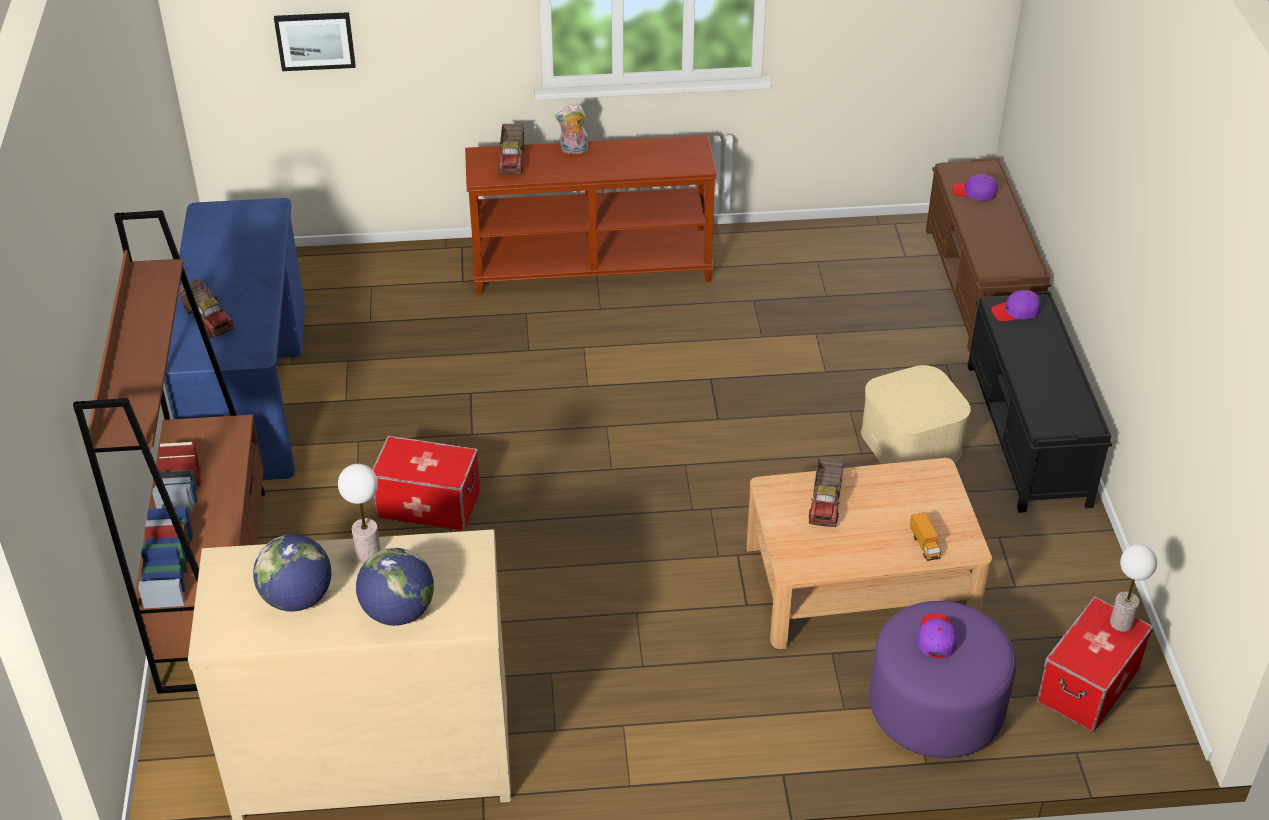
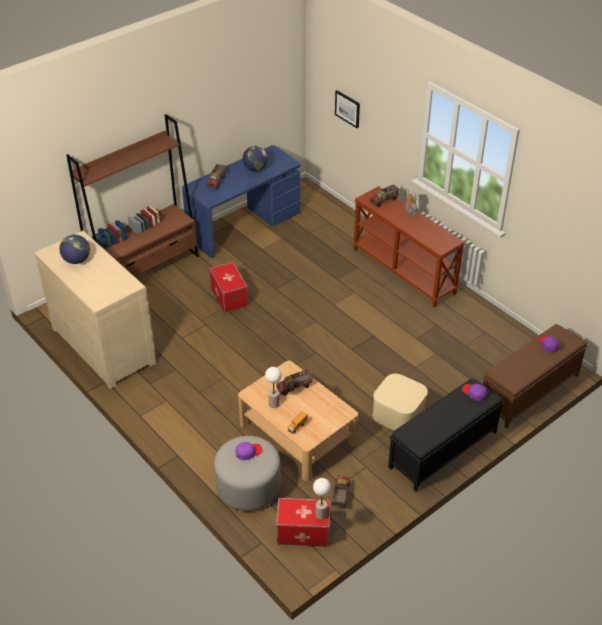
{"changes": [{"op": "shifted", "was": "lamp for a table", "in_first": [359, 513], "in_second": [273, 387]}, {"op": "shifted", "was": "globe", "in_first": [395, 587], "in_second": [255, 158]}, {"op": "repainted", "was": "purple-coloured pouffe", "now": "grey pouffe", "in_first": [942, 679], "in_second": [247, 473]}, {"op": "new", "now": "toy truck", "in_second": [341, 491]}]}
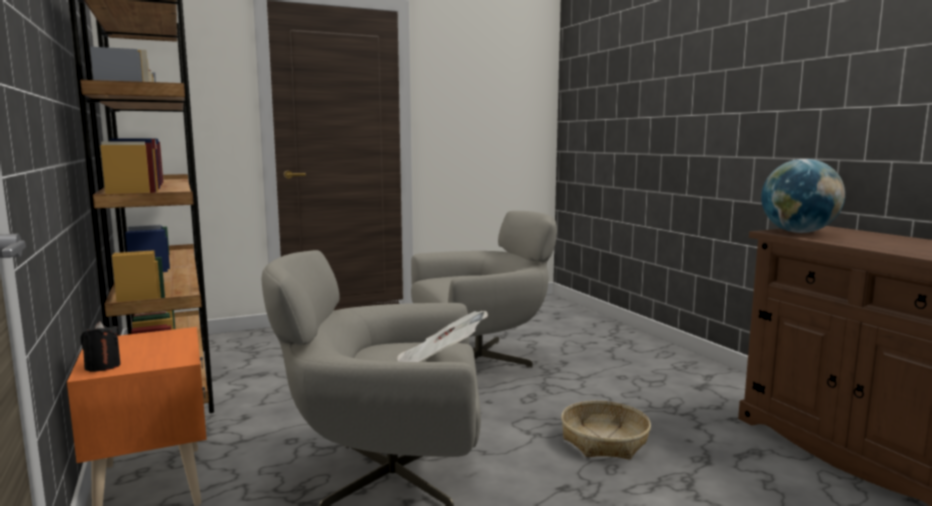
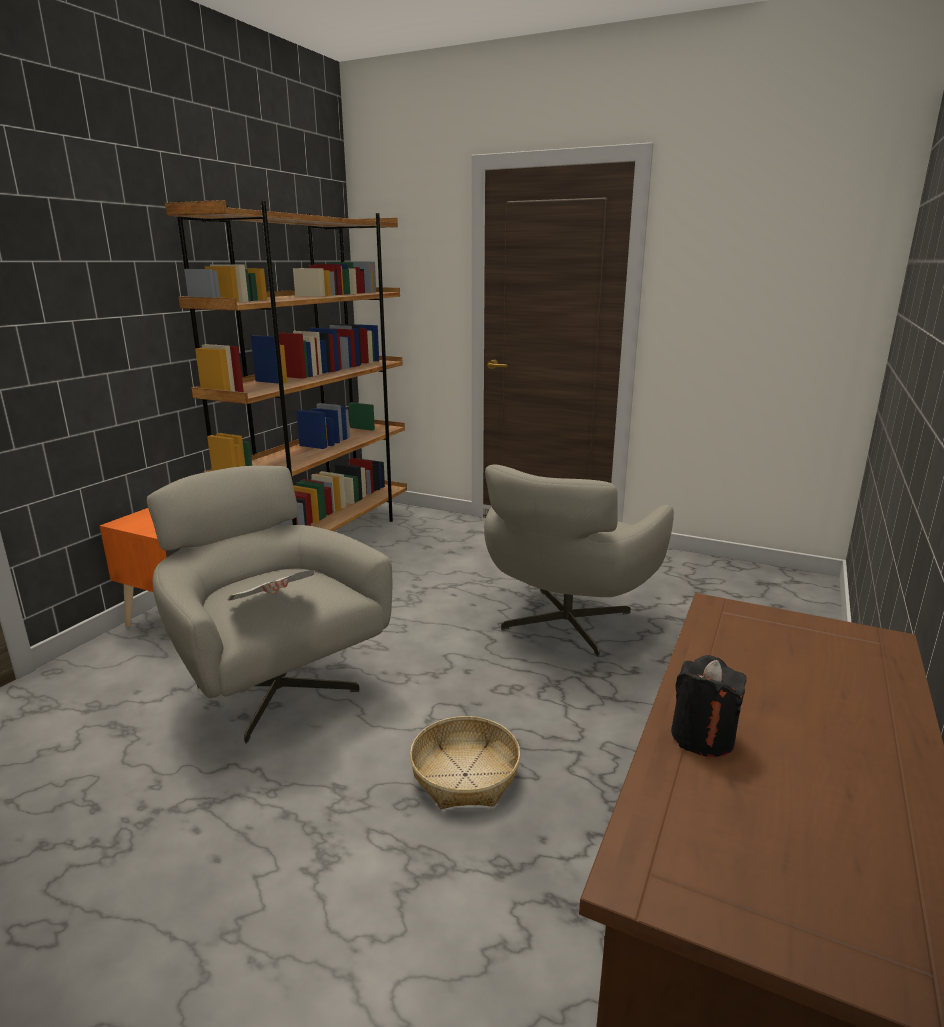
{"changes": [{"op": "shifted", "was": "black-coloured wax candle", "in_first": [100, 347], "in_second": [709, 706]}, {"op": "rotated", "was": "grey easy chair", "in_first": [484, 289], "in_second": [579, 561], "clockwise": 90}, {"op": "gone", "was": "globe", "in_first": [803, 196]}]}
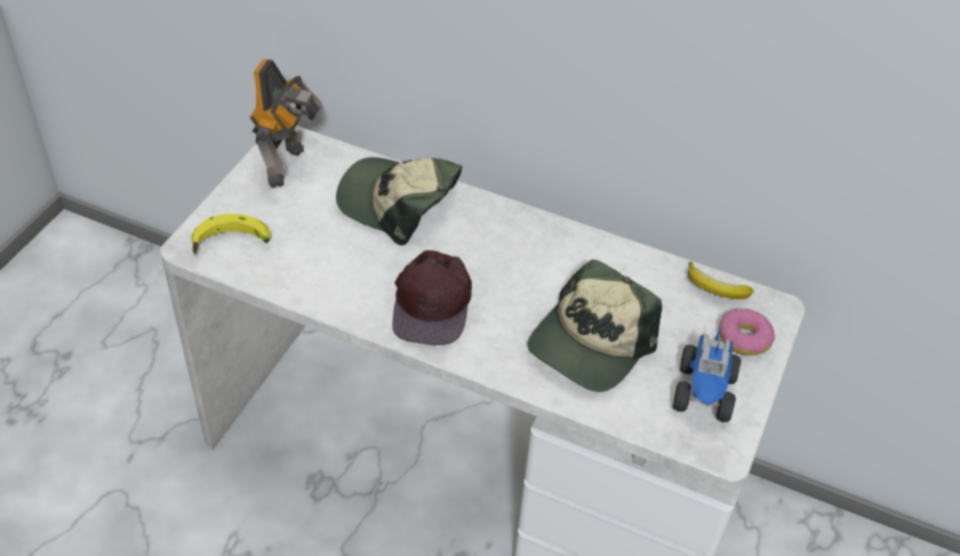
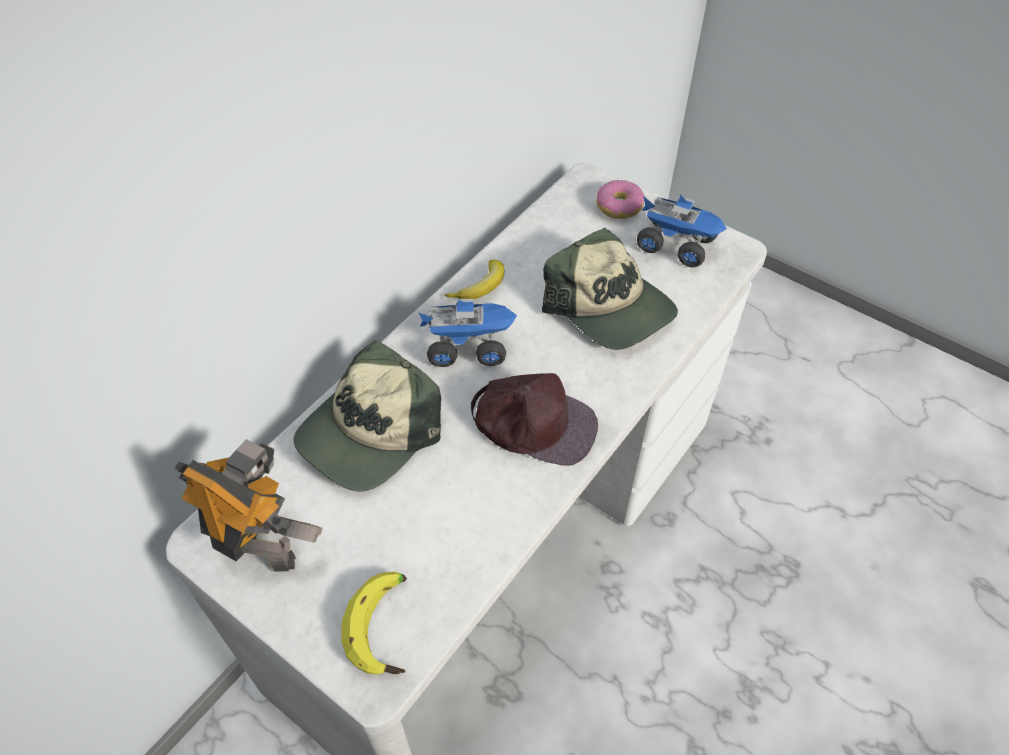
{"changes": [{"op": "shifted", "was": "whole banana", "in_first": [721, 280], "in_second": [474, 279]}, {"op": "new", "now": "toy truck", "in_second": [468, 333]}]}
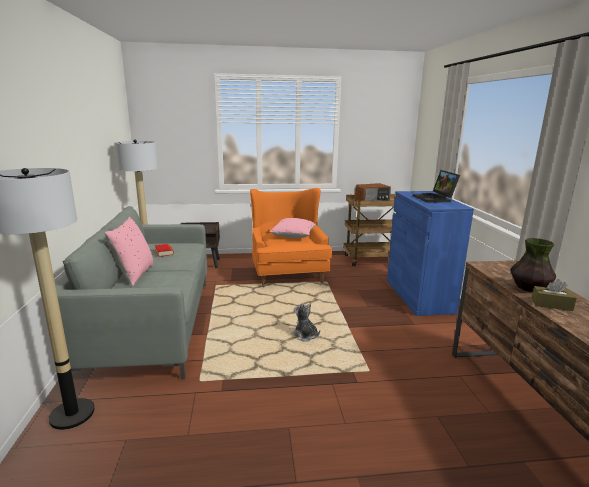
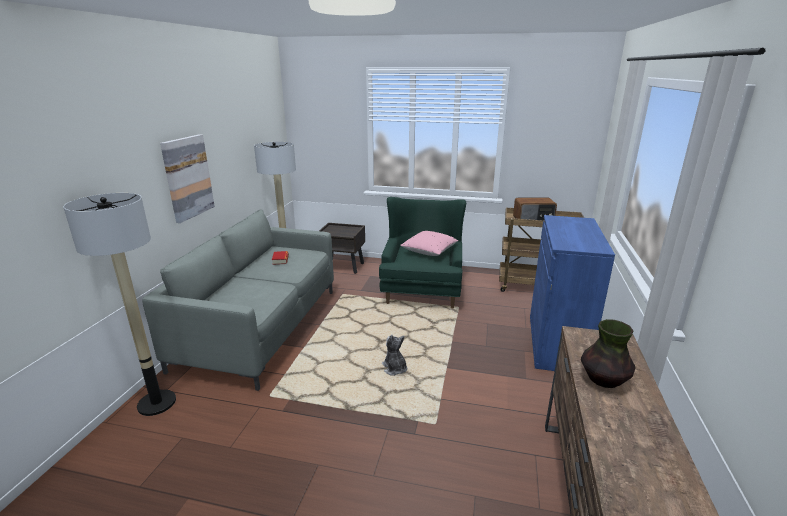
{"changes": [{"op": "gone", "was": "pink throw pillow", "in_first": [128, 251]}, {"op": "repainted", "was": "orange-coloured easy chair", "now": "greenish easy chair", "in_first": [291, 237], "in_second": [422, 252]}, {"op": "gone", "was": "notebook computer", "in_first": [436, 186]}, {"op": "gone", "was": "brown tissue box", "in_first": [554, 295]}, {"op": "new", "now": "picture", "in_second": [187, 178]}]}
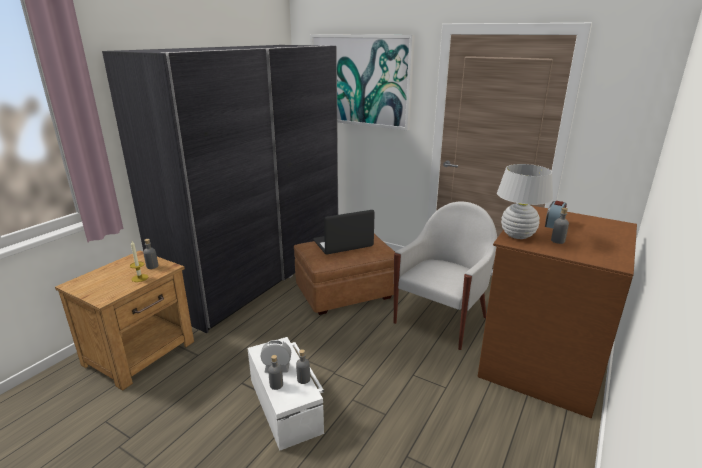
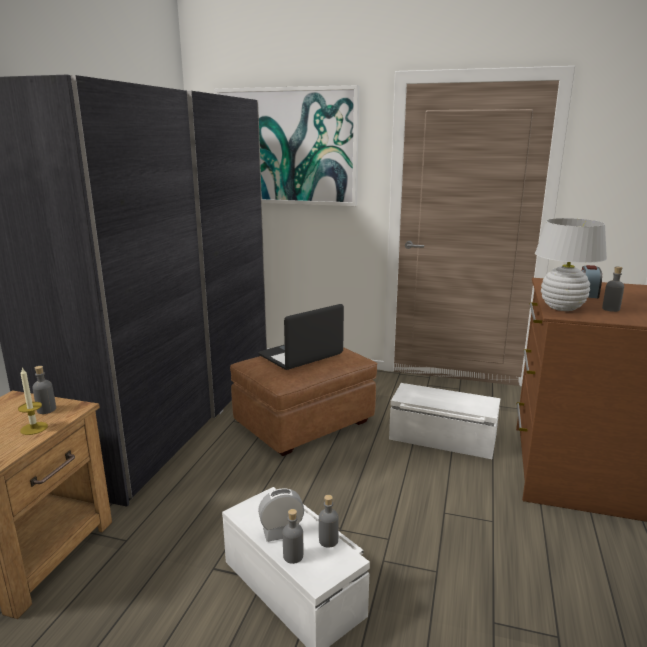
{"changes": [{"op": "swapped", "was": "white-coloured easy chair", "now": "white-coloured storage bin", "in_first": [445, 276], "in_second": [445, 421]}]}
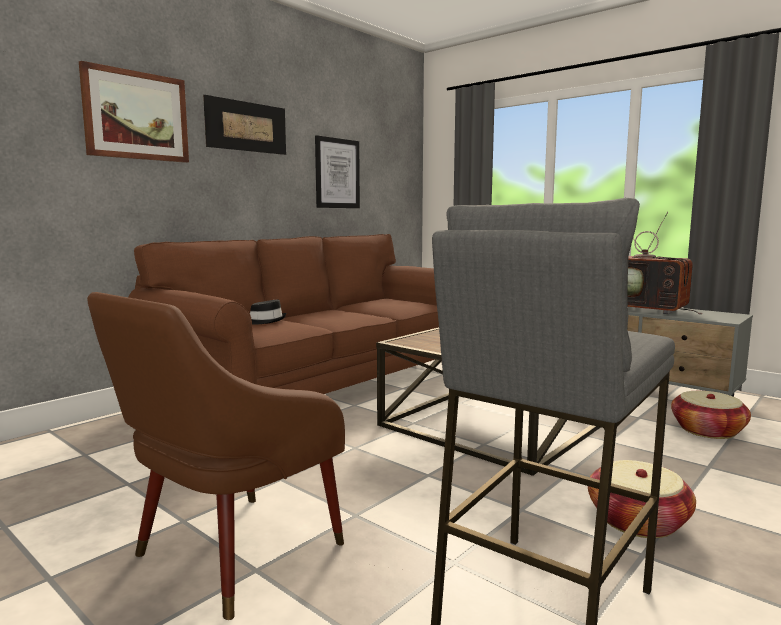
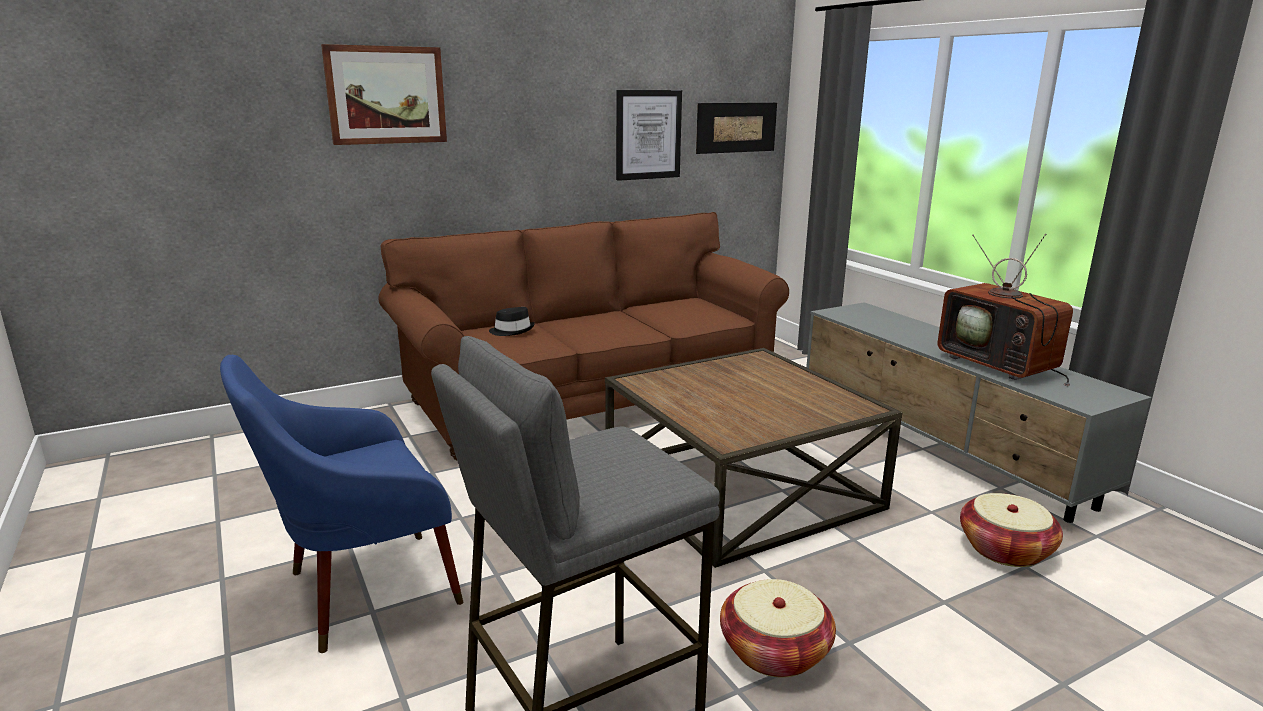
{"changes": [{"op": "repainted", "was": "brown easy chair", "now": "bluish easy chair", "in_first": [216, 456], "in_second": [341, 504]}, {"op": "shifted", "was": "picture", "in_first": [244, 125], "in_second": [736, 128]}]}
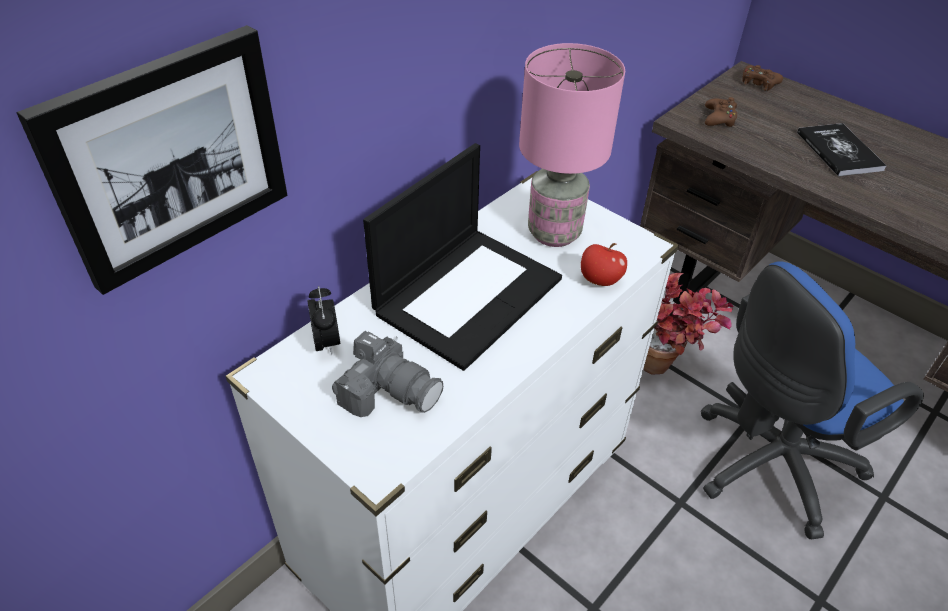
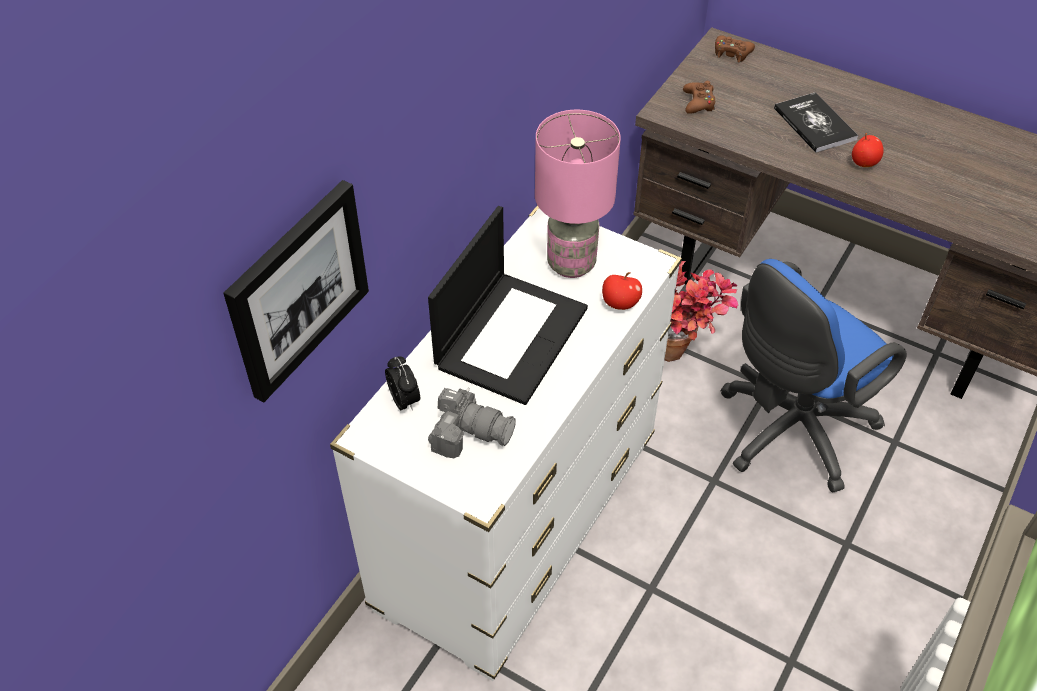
{"changes": [{"op": "new", "now": "whole apple", "in_second": [868, 150]}]}
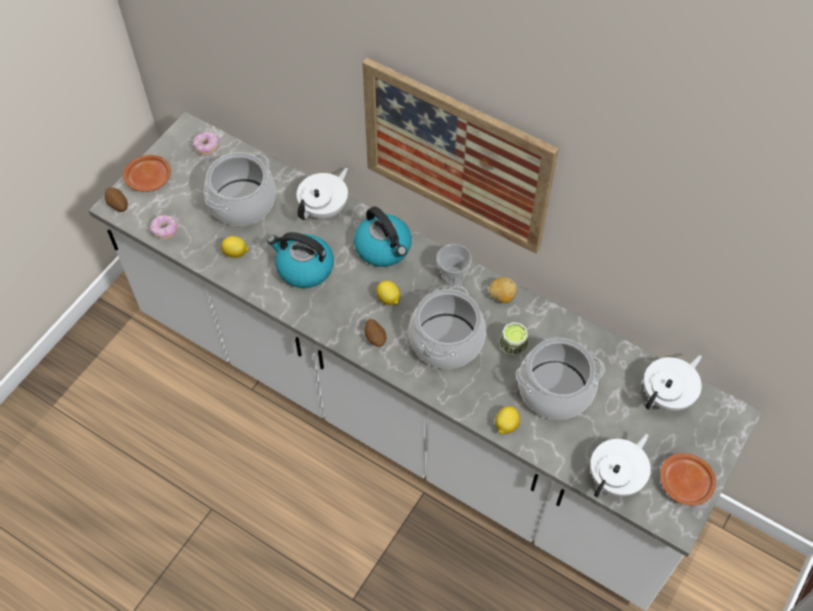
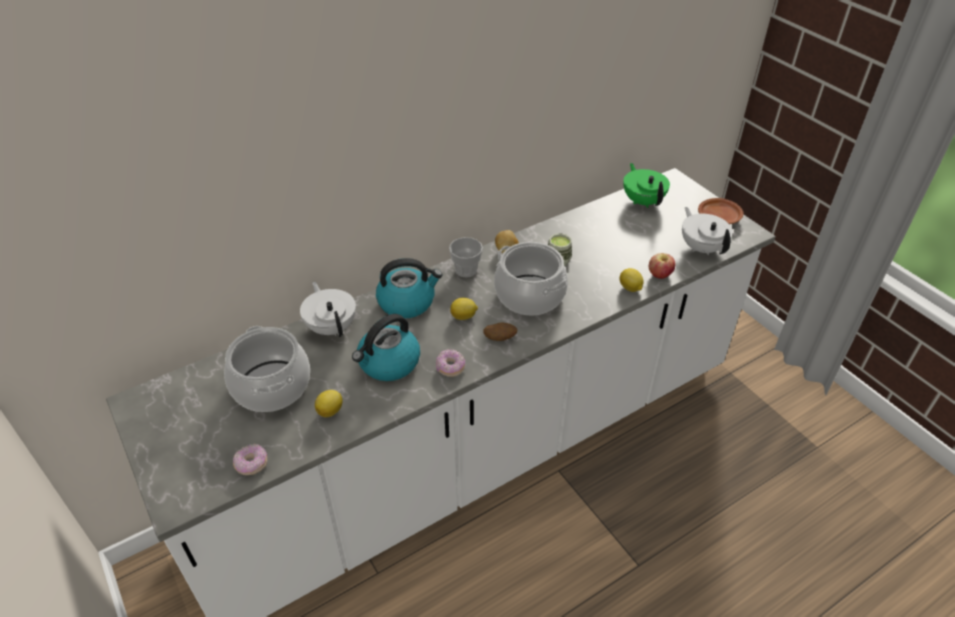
{"changes": [{"op": "gone", "was": "spud", "in_first": [116, 200]}, {"op": "gone", "was": "brown dinner plate", "in_first": [147, 173]}, {"op": "shifted", "was": "ring doughnut", "in_first": [206, 143], "in_second": [450, 363]}, {"op": "gone", "was": "picture", "in_first": [460, 156]}, {"op": "gone", "was": "stockpot", "in_first": [560, 379]}, {"op": "repainted", "was": "white-coloured pot for tea", "now": "greenish pot for tea", "in_first": [673, 383], "in_second": [646, 185]}, {"op": "new", "now": "whole apple", "in_second": [662, 266]}]}
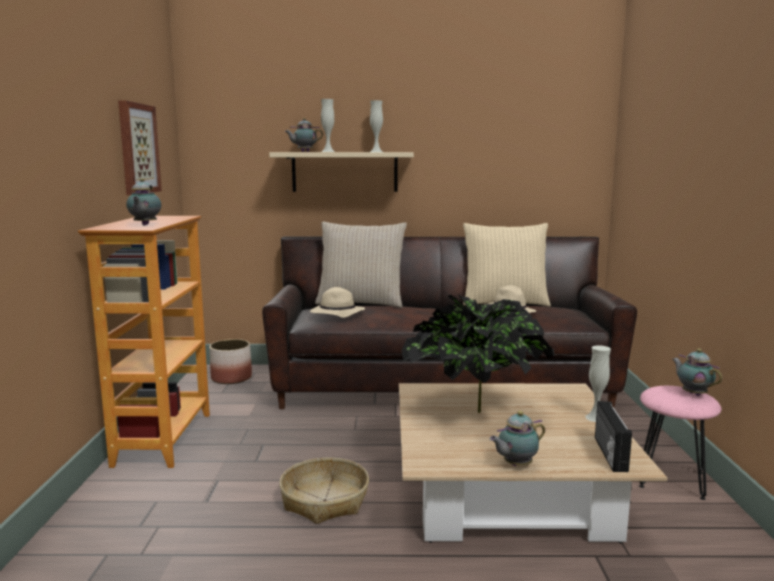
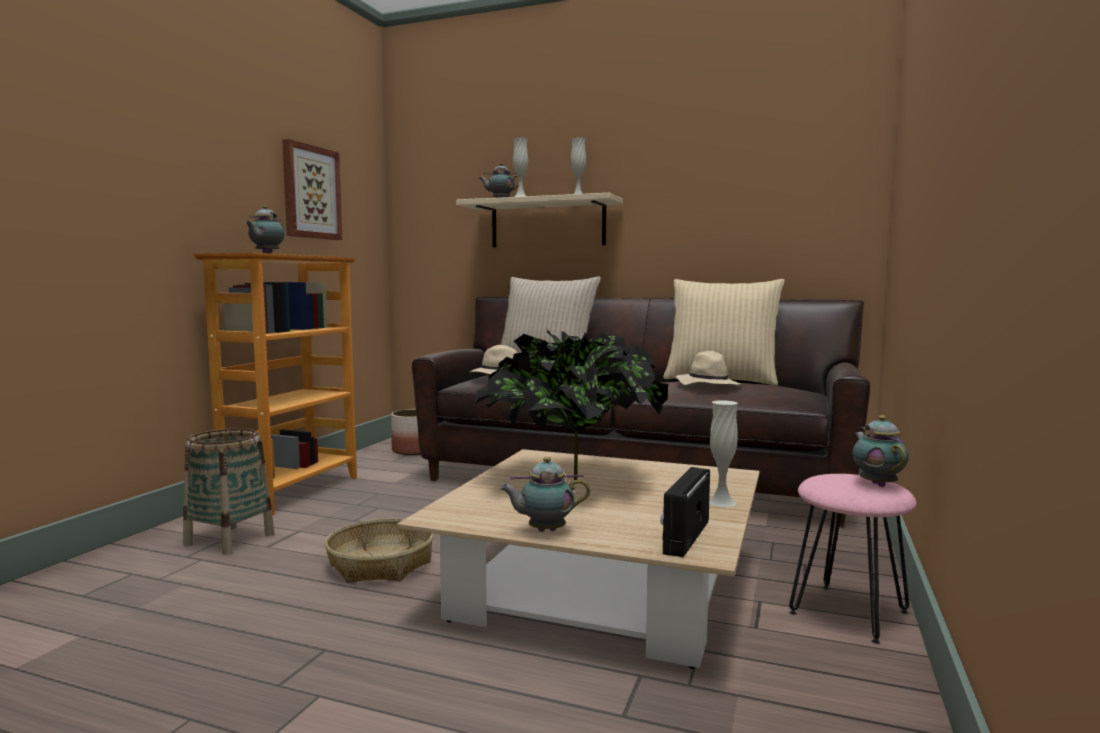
{"changes": [{"op": "new", "now": "storage basket", "in_second": [229, 491]}]}
